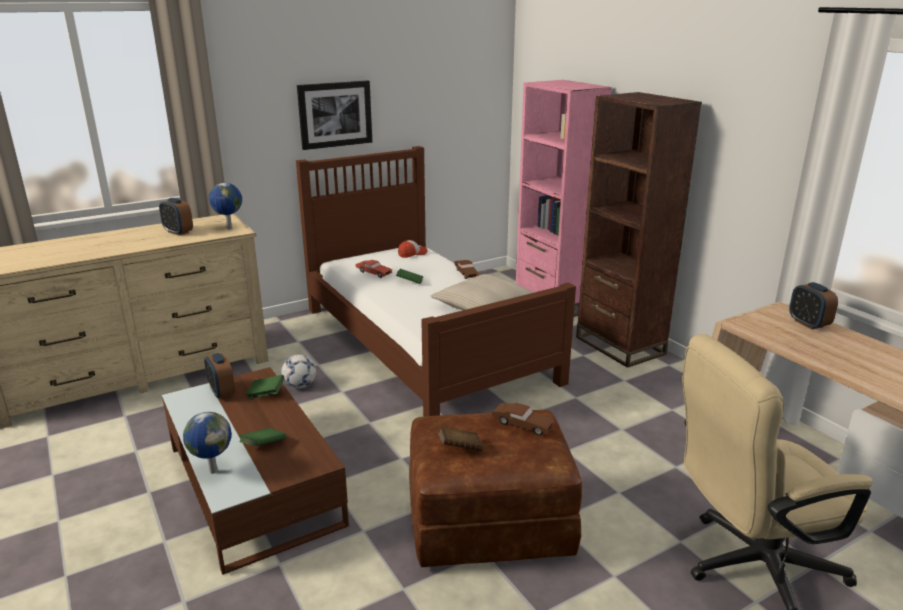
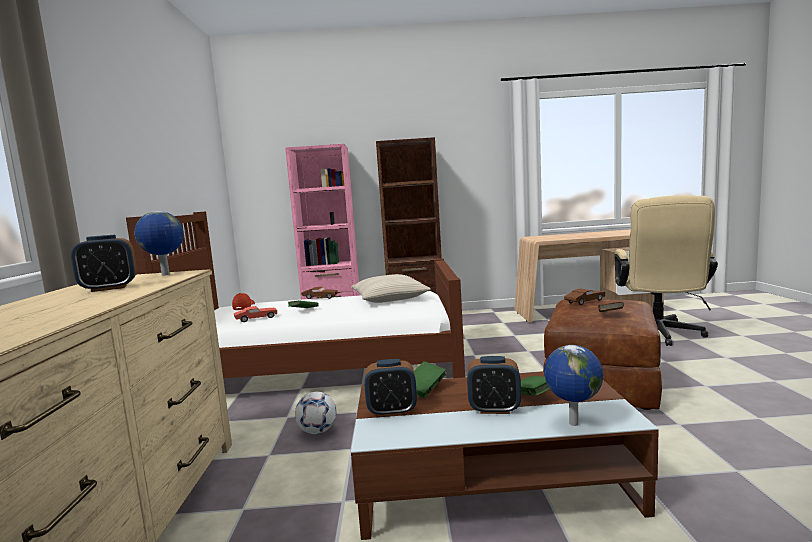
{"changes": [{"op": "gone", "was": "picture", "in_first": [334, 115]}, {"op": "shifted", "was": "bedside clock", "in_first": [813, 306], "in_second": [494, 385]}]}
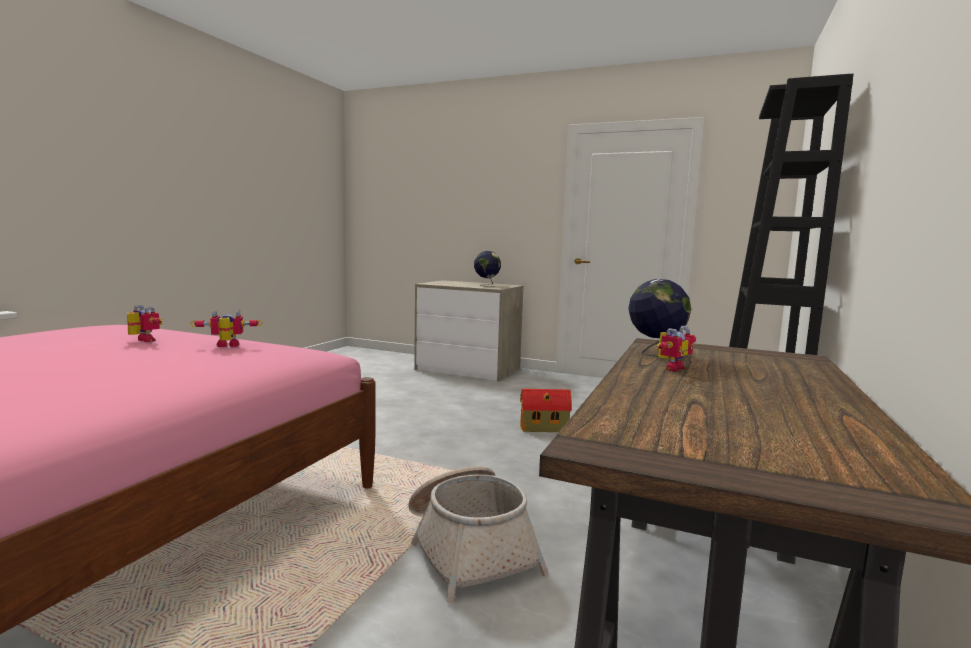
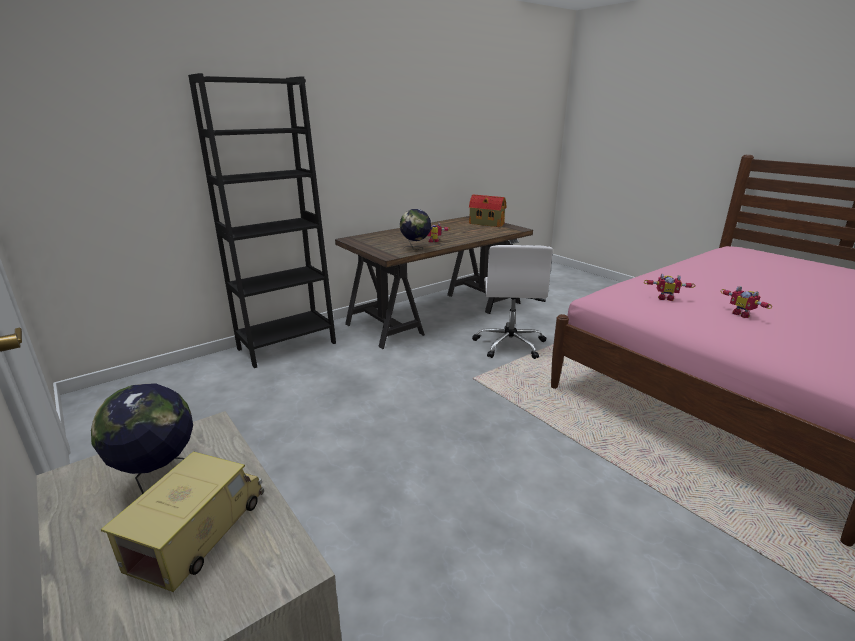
{"changes": [{"op": "swapped", "was": "storage basket", "now": "white-coloured computer chair", "in_first": [478, 534], "in_second": [512, 302]}, {"op": "shifted", "was": "model house", "in_first": [546, 410], "in_second": [487, 211]}, {"op": "new", "now": "toy truck", "in_second": [182, 521]}]}
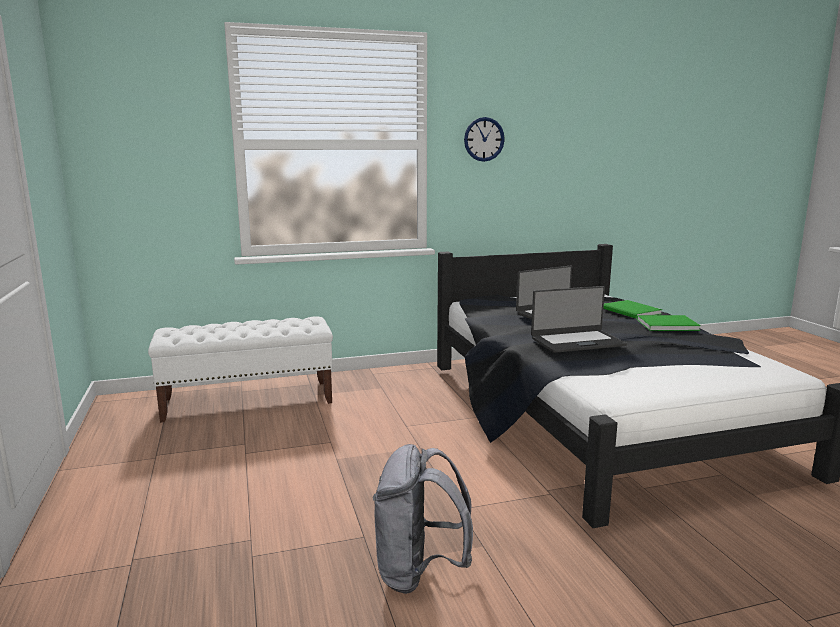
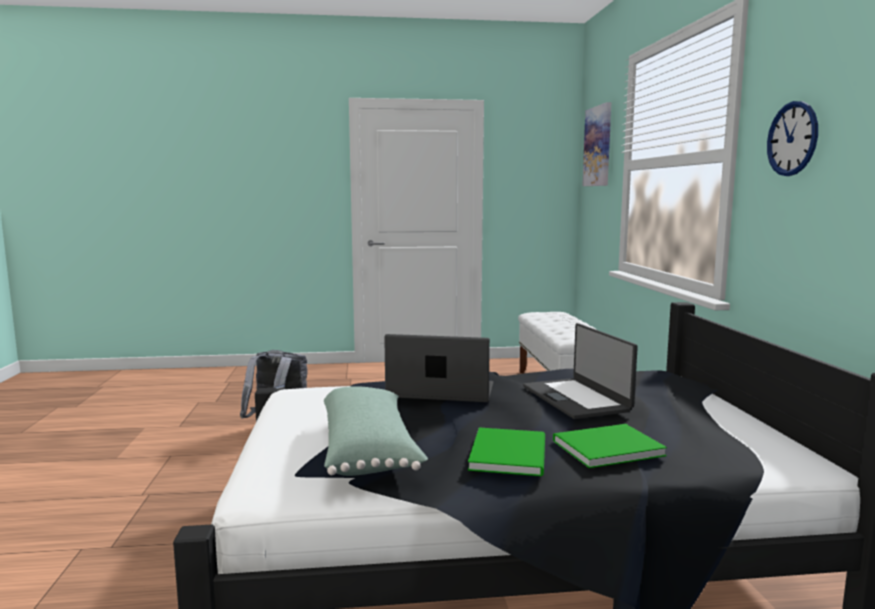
{"changes": [{"op": "rotated", "was": "notebook computer", "in_first": [579, 319], "in_second": [438, 368], "clockwise": 105}, {"op": "new", "now": "greenish throw pillow", "in_second": [376, 431]}, {"op": "new", "now": "picture", "in_second": [596, 144]}]}
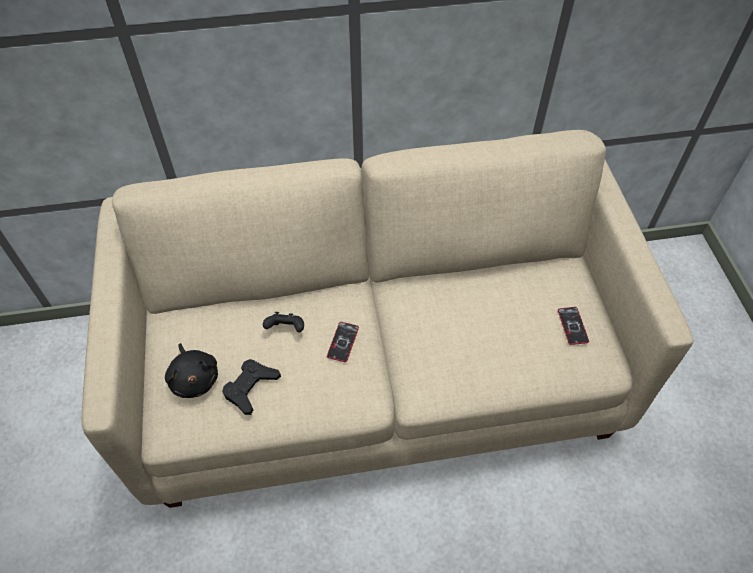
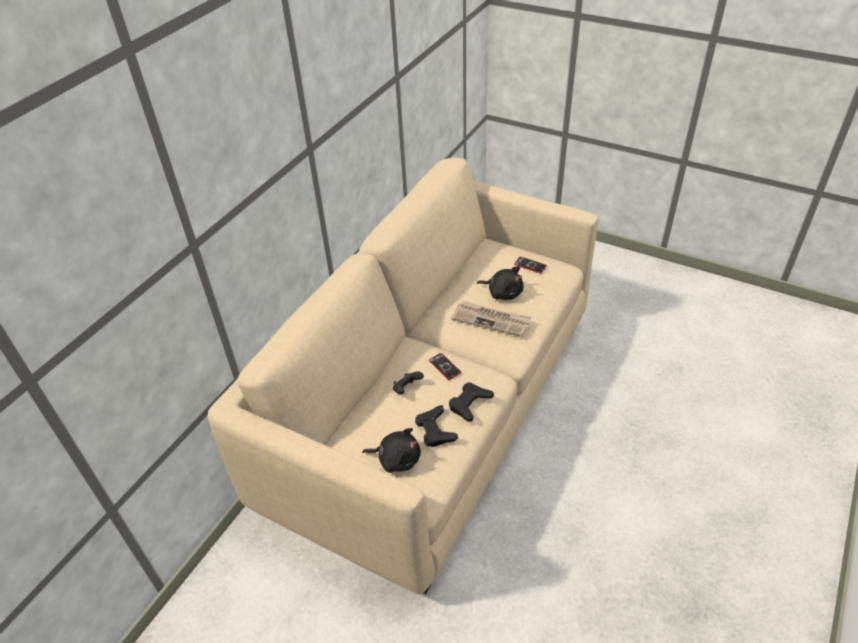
{"changes": [{"op": "new", "now": "black-coloured joypad", "in_second": [471, 402]}, {"op": "new", "now": "printed paper", "in_second": [491, 319]}, {"op": "new", "now": "black-coloured cuddly toy", "in_second": [500, 283]}]}
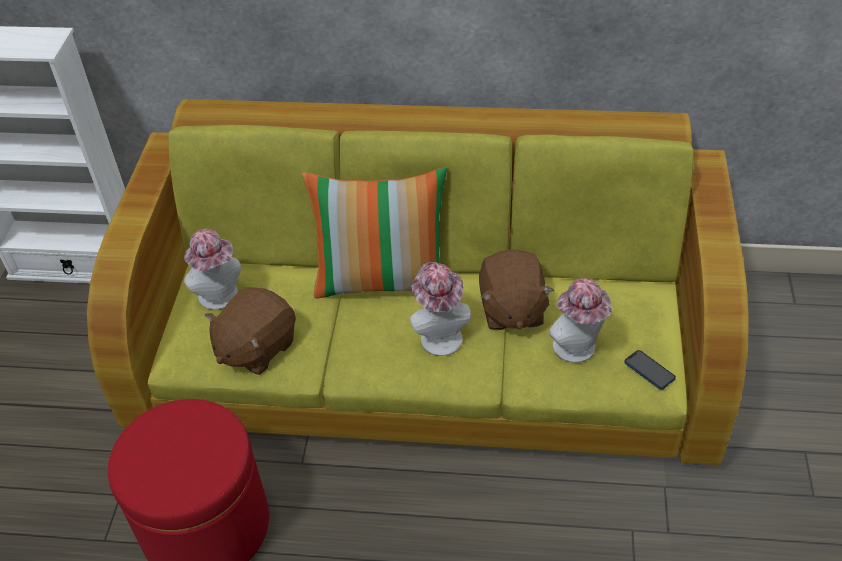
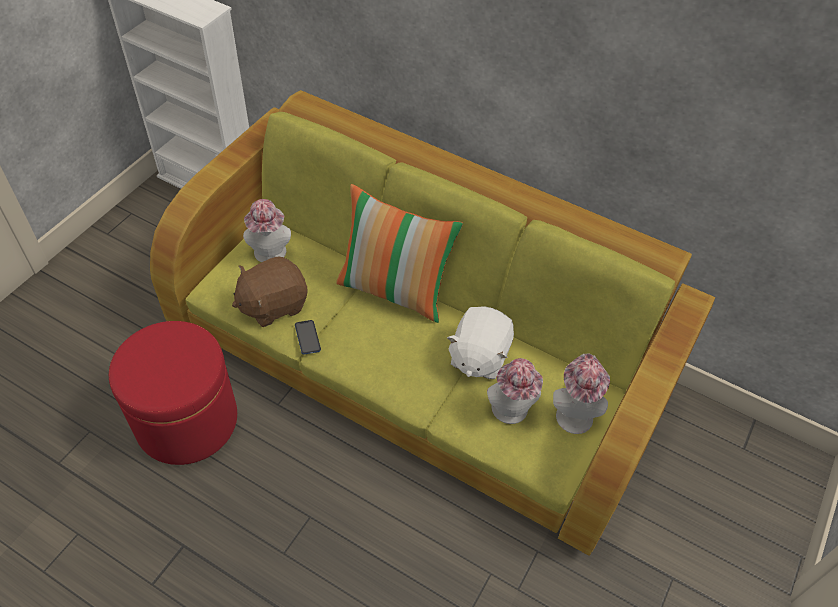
{"changes": [{"op": "shifted", "was": "clothing hat", "in_first": [440, 309], "in_second": [581, 394]}, {"op": "repainted", "was": "brown cuddly toy", "now": "white-coloured cuddly toy", "in_first": [516, 290], "in_second": [480, 342]}, {"op": "shifted", "was": "telephone", "in_first": [650, 370], "in_second": [308, 337]}]}
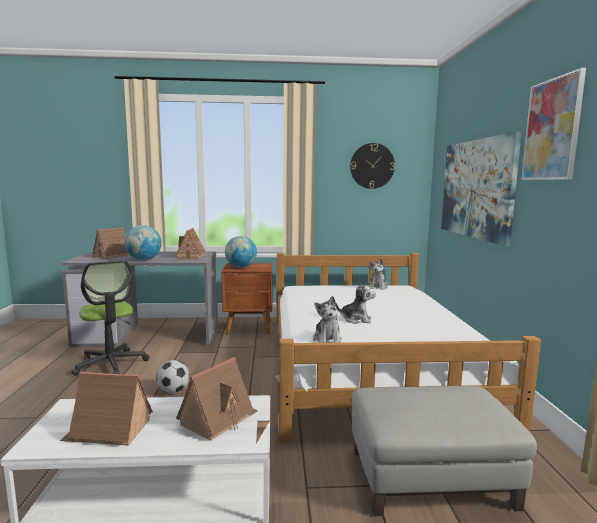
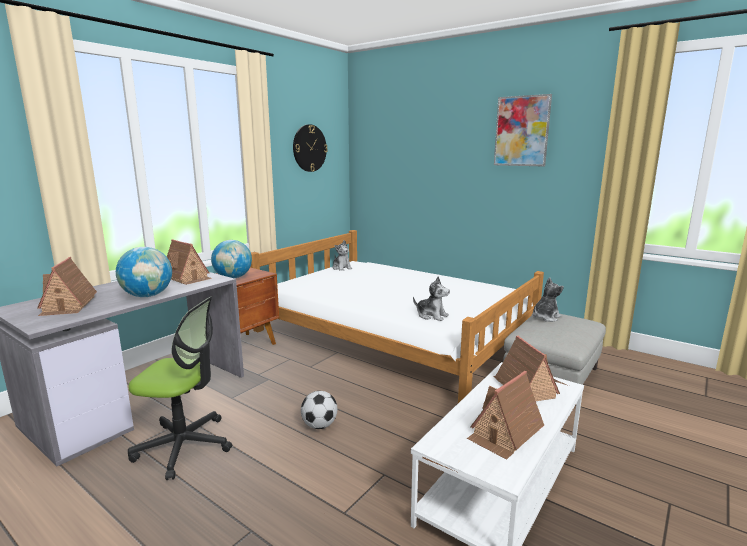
{"changes": [{"op": "shifted", "was": "cuddly toy", "in_first": [356, 302], "in_second": [548, 299]}, {"op": "gone", "was": "picture", "in_first": [481, 188]}]}
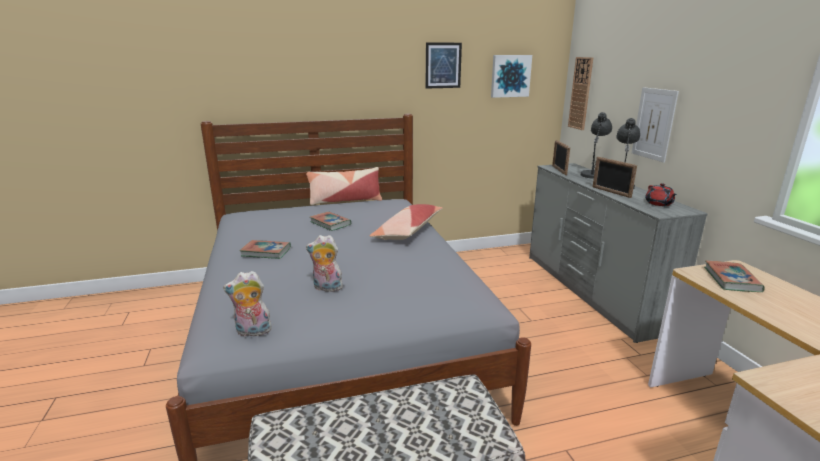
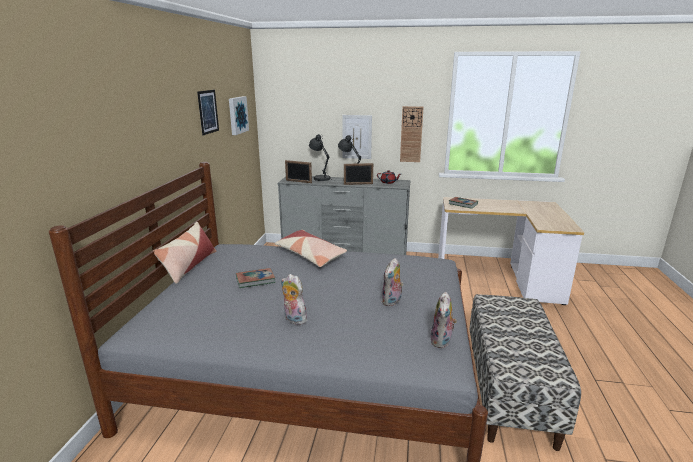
{"changes": [{"op": "swapped", "was": "bound book", "now": "cuddly toy", "in_first": [265, 249], "in_second": [294, 299]}, {"op": "shifted", "was": "wall clock", "in_first": [580, 93], "in_second": [412, 134]}]}
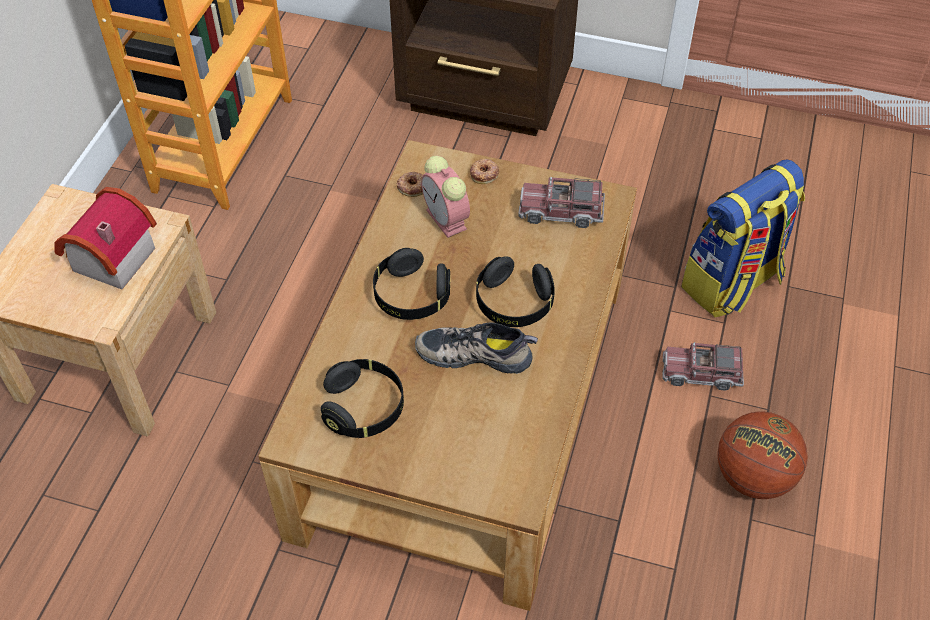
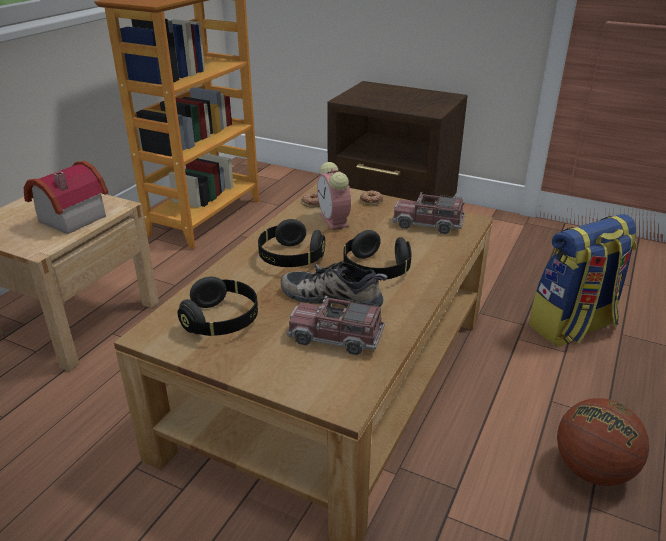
{"changes": [{"op": "shifted", "was": "toy truck", "in_first": [703, 366], "in_second": [336, 325]}]}
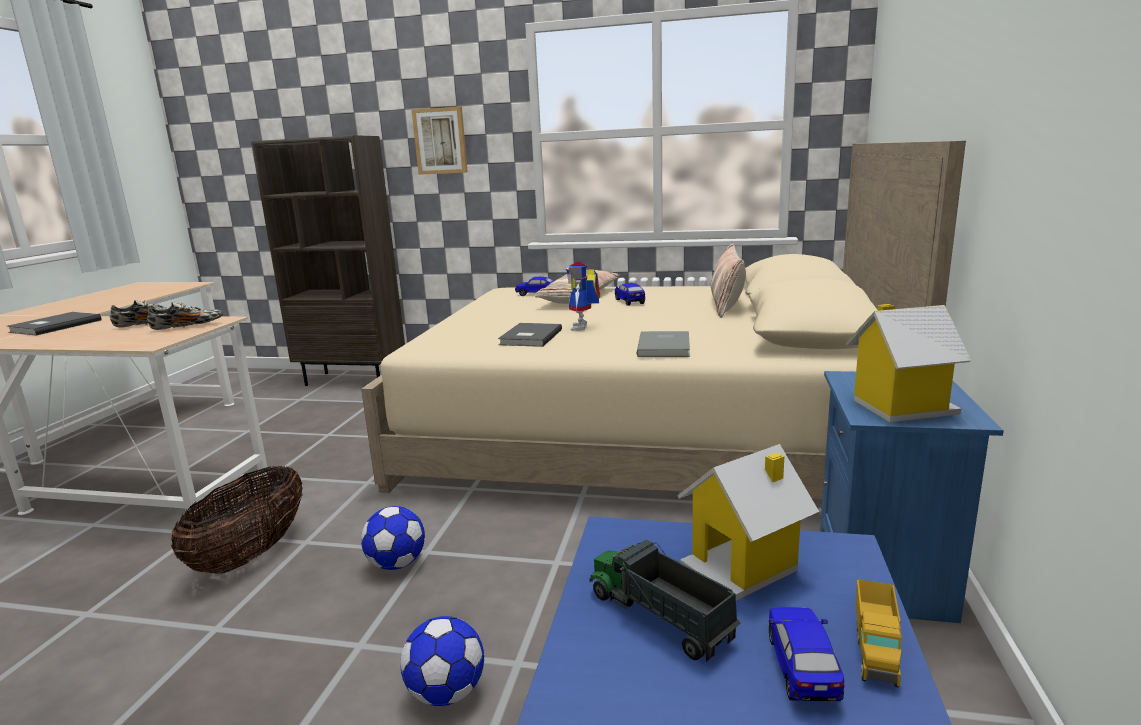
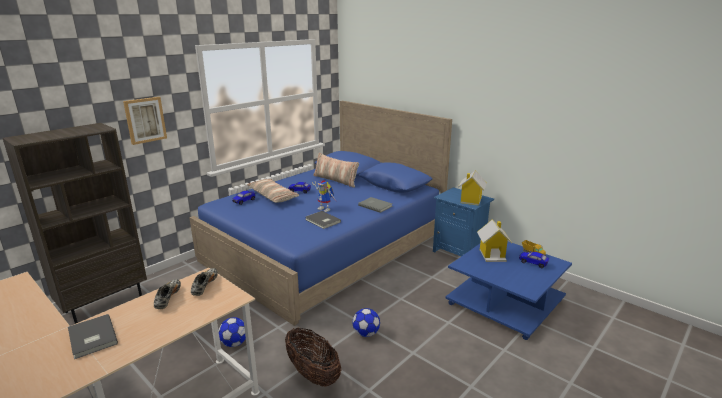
{"changes": [{"op": "repainted", "was": "beige sleeping bed", "now": "bluish sleeping bed", "in_first": [663, 320], "in_second": [320, 213]}, {"op": "shifted", "was": "football ball", "in_first": [442, 661], "in_second": [232, 332]}, {"op": "gone", "was": "toy truck", "in_first": [665, 601]}]}
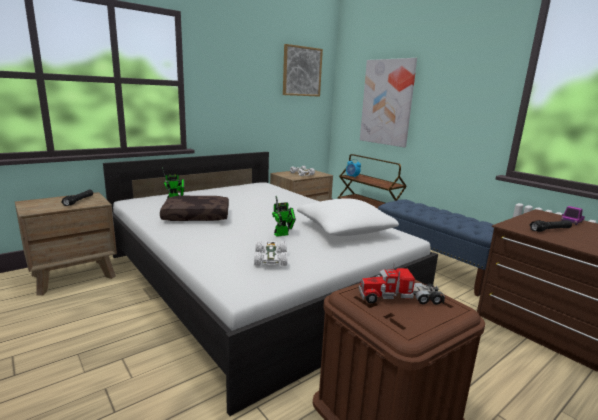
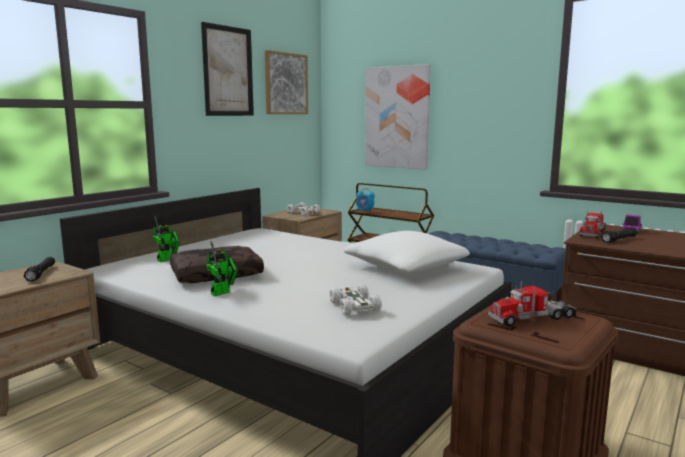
{"changes": [{"op": "shifted", "was": "robot figure", "in_first": [284, 216], "in_second": [222, 268]}, {"op": "new", "now": "picture", "in_second": [227, 69]}, {"op": "new", "now": "toy truck", "in_second": [593, 224]}]}
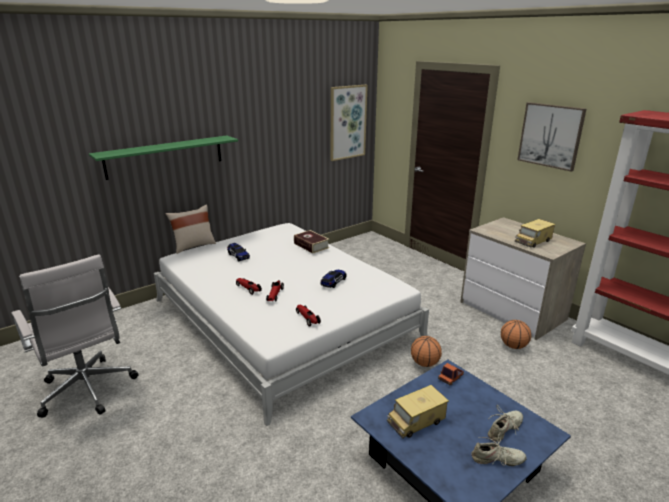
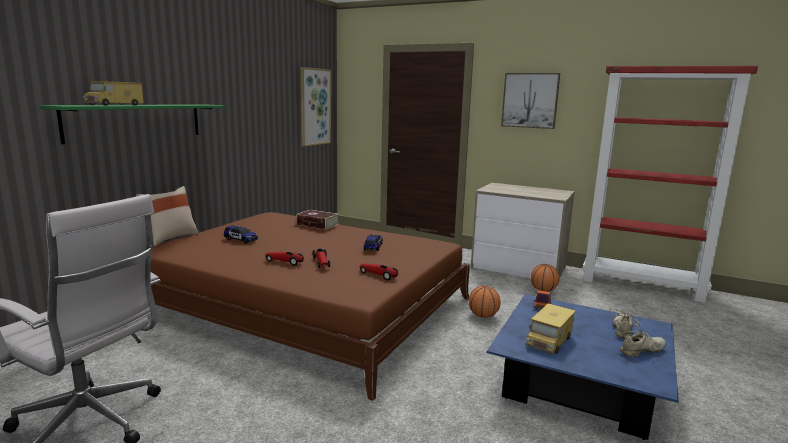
{"changes": [{"op": "repainted", "was": "white-coloured sleeping bed", "now": "brown sleeping bed", "in_first": [291, 324], "in_second": [310, 306]}, {"op": "shifted", "was": "toy truck", "in_first": [535, 233], "in_second": [113, 93]}]}
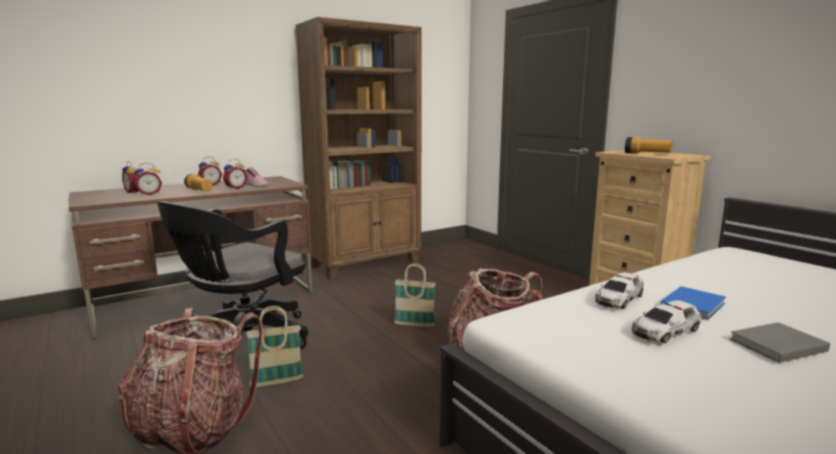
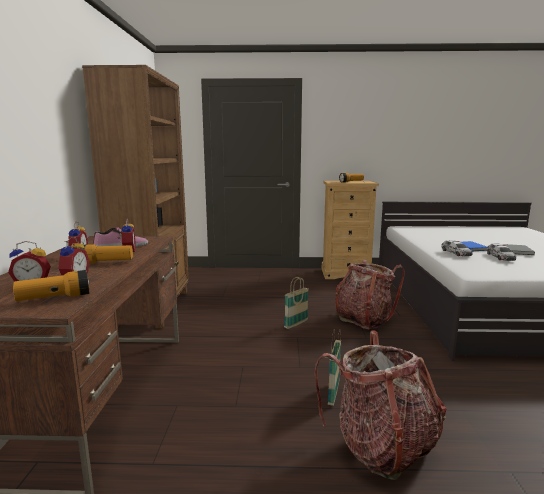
{"changes": [{"op": "gone", "was": "black-coloured computer chair", "in_first": [232, 275]}, {"op": "new", "now": "hand torch", "in_second": [51, 285]}]}
